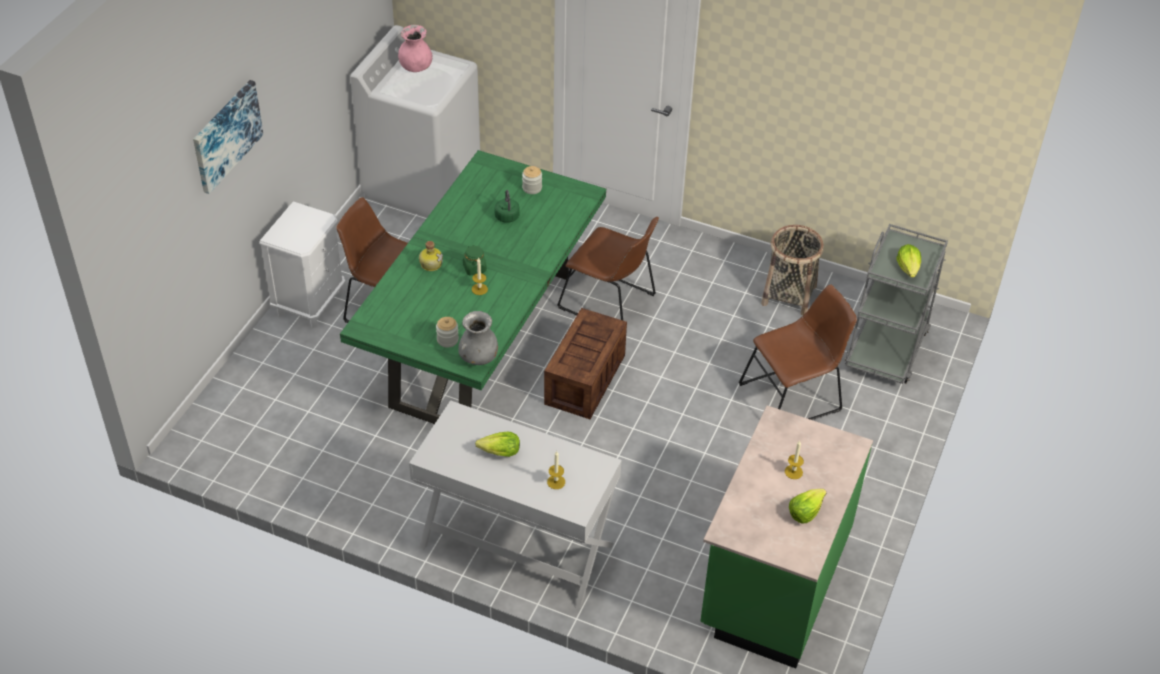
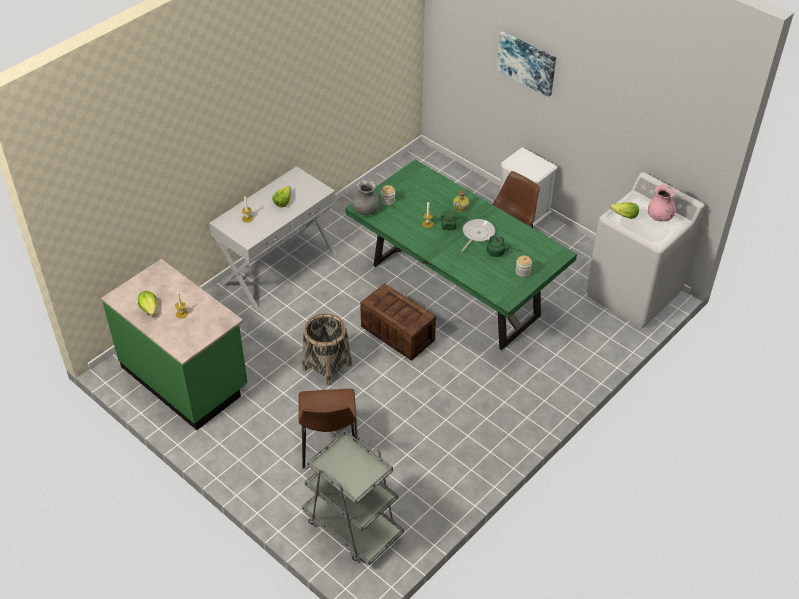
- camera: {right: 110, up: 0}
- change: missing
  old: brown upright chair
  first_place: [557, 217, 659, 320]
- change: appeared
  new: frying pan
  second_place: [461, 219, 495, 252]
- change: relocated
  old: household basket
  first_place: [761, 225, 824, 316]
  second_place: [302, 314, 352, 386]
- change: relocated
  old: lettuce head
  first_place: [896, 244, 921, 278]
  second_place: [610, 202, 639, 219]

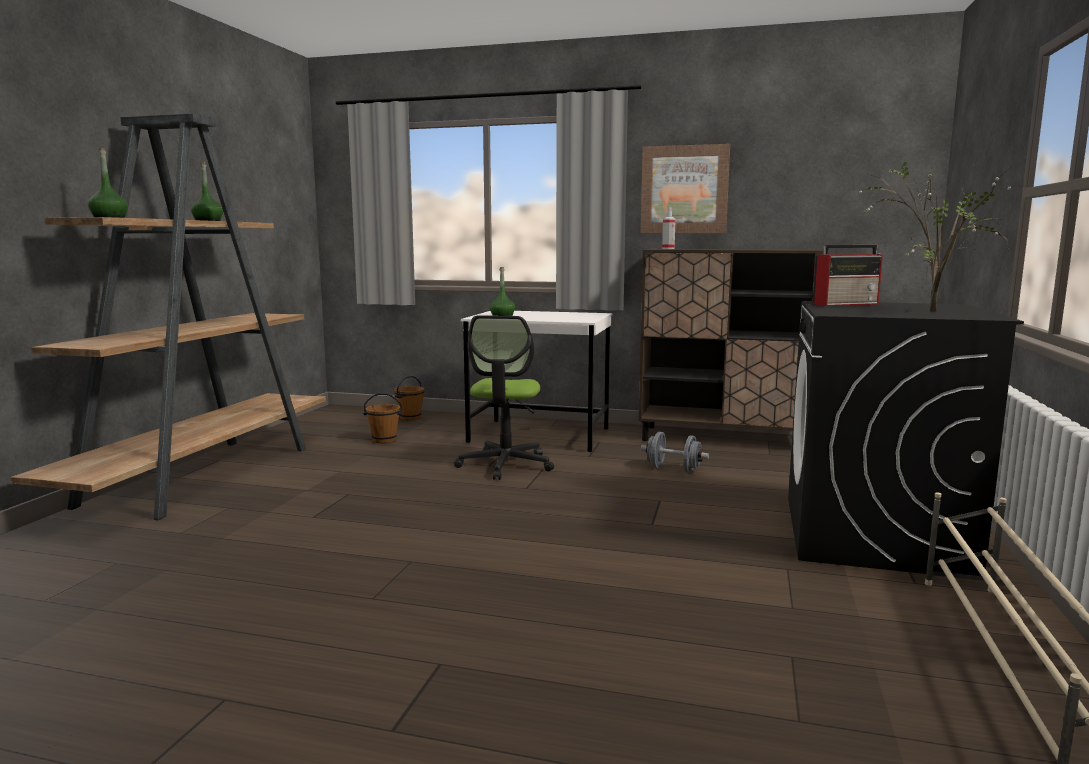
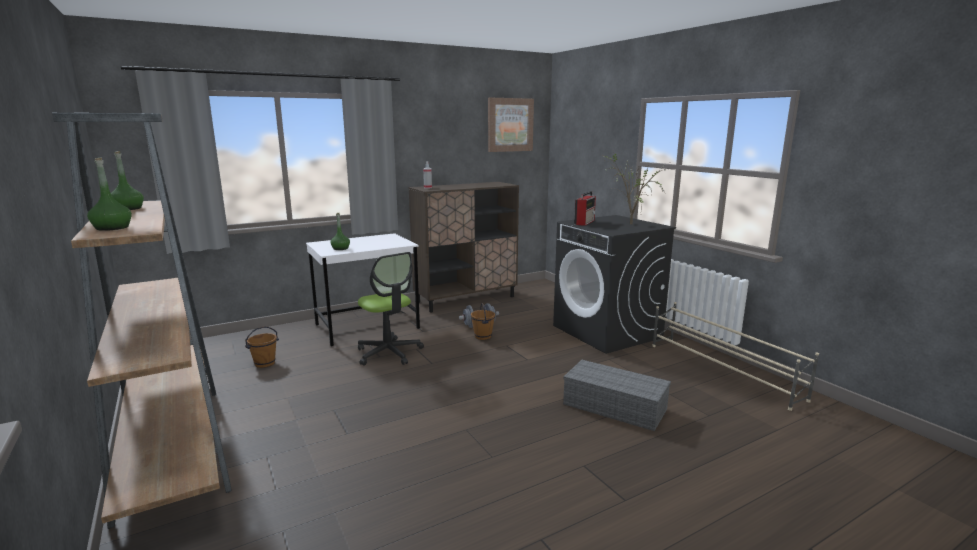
- camera: {right: -45, up: 5}
- change: appeared
  new: gray storage container
  second_place: [563, 360, 671, 431]
- change: relocated
  old: brown water bucket
  first_place: [394, 376, 424, 421]
  second_place: [471, 303, 495, 340]
- change: relocated
  old: wall picture
  first_place: [640, 144, 730, 233]
  second_place: [488, 98, 534, 152]

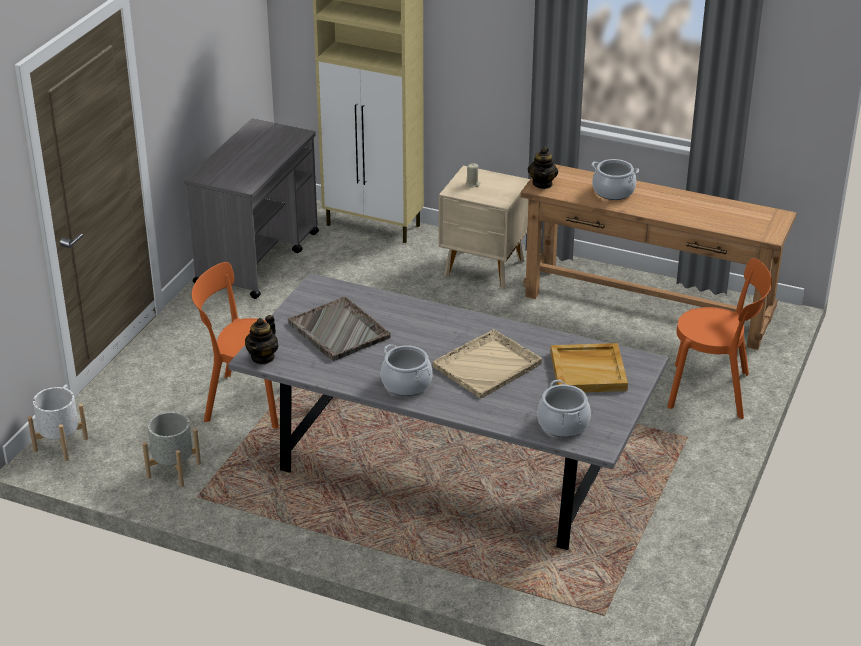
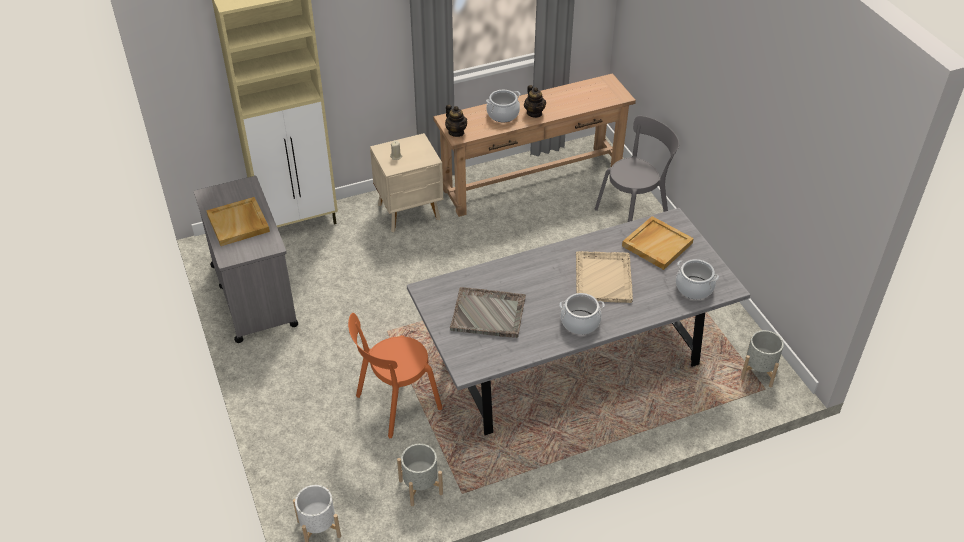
- camera: {right: -45, up: 10}
- change: appeared
  new: sand-coloured tray
  second_place: [206, 197, 270, 246]
- change: appeared
  new: gray flower pot
  second_place: [741, 330, 784, 387]
- change: relocated
  old: tea pot
  first_place: [245, 315, 278, 364]
  second_place: [524, 85, 546, 118]
- change: colour
  old: orange-coloured upright chair
  new: gray upright chair
  first_place: [667, 258, 772, 419]
  second_place: [595, 116, 679, 222]

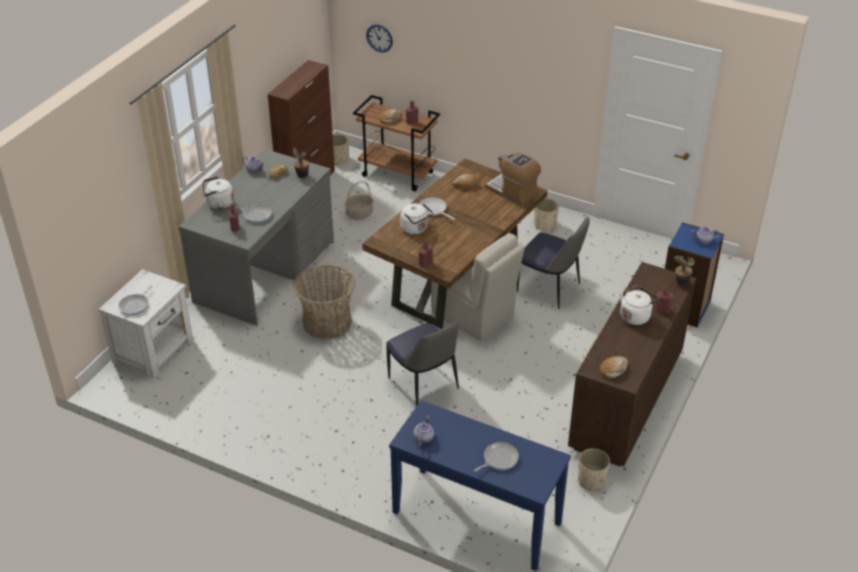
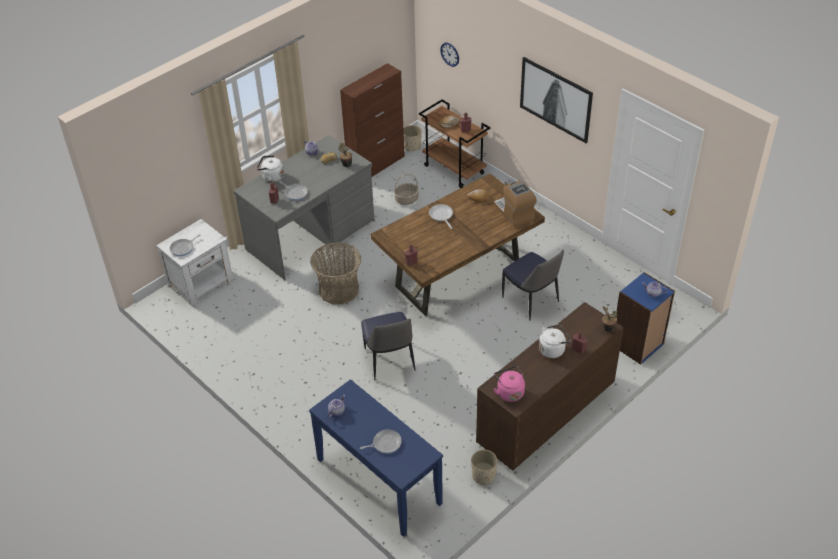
- camera: {right: 20, up: 5}
- change: missing
  old: white water kettle
  first_place: [400, 203, 433, 234]
- change: missing
  old: sand-coloured upright chair
  first_place: [431, 233, 525, 342]
- change: missing
  old: sand-coloured flower pot
  first_place: [534, 198, 559, 231]
- change: appeared
  new: wall picture
  second_place: [520, 57, 593, 143]
- change: exchanged
  old: baked bread
  new: pinkish water kettle
  first_place: [600, 356, 628, 378]
  second_place: [494, 366, 525, 402]

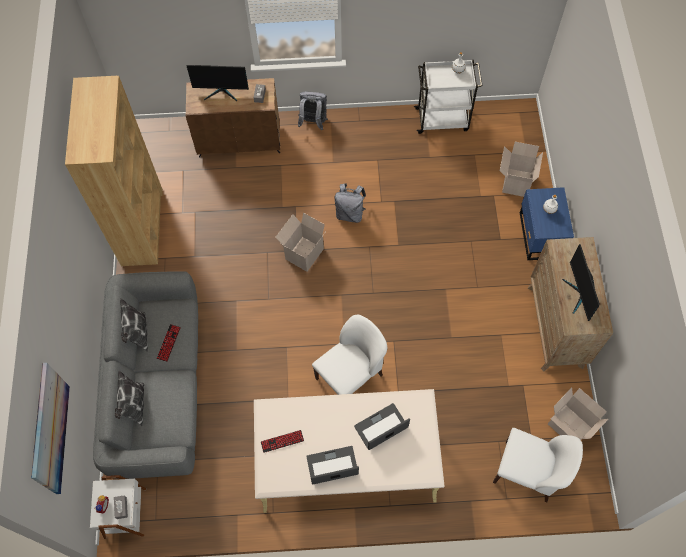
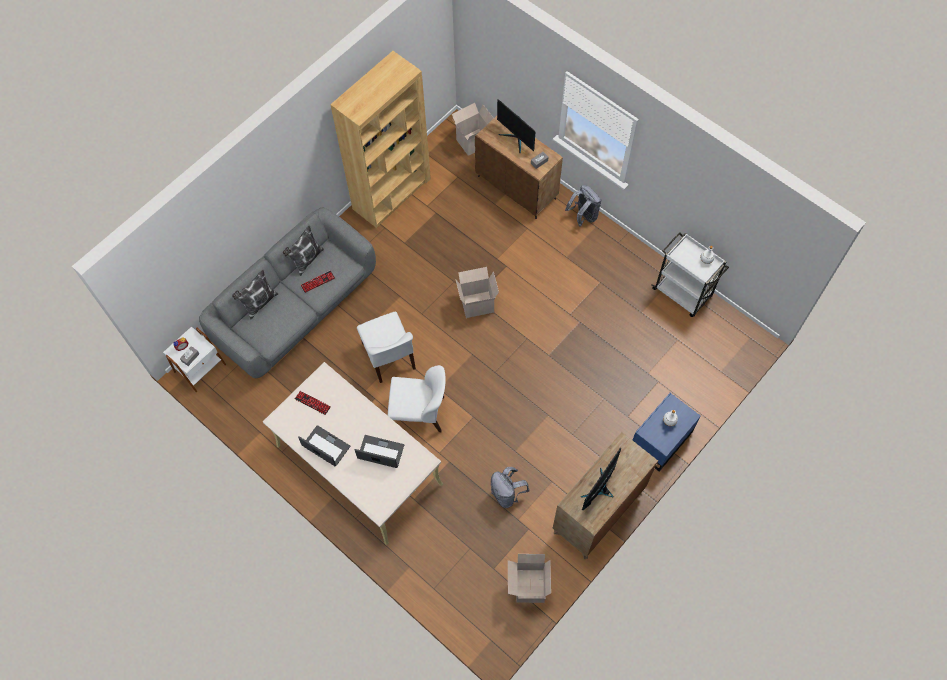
- camera: {right: 45, up: 0}
- change: missing
  old: wall picture
  first_place: [31, 363, 70, 494]
- change: relocated
  old: gray knapsack
  first_place: [335, 183, 366, 223]
  second_place: [491, 467, 530, 508]
- change: relocated
  old: white upright chair
  first_place: [493, 428, 583, 502]
  second_place: [357, 311, 416, 383]
- change: relocated
  old: cardboard box
  first_place: [500, 142, 543, 197]
  second_place: [452, 103, 494, 156]

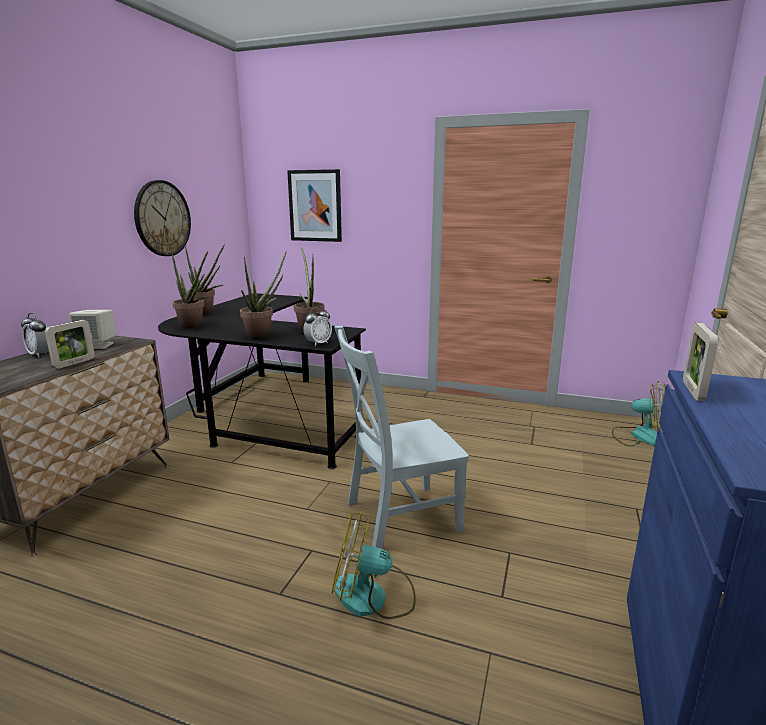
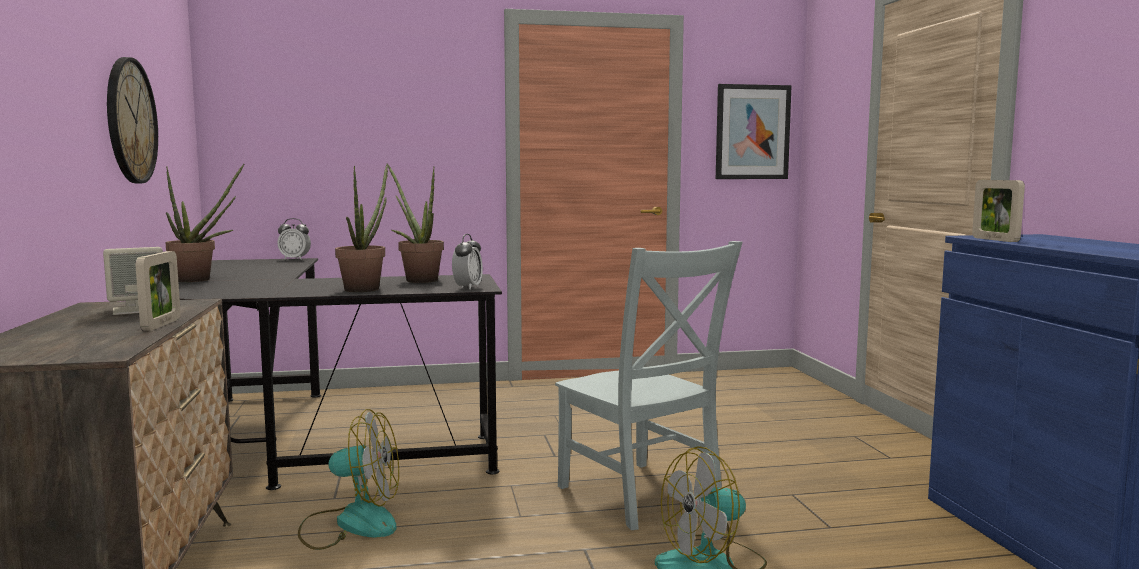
- camera: {right: -30, up: -10}
- change: missing
  old: houseplant
  first_place: [171, 251, 210, 329]
- change: relocated
  old: bedside clock
  first_place: [21, 313, 49, 357]
  second_place: [278, 218, 311, 260]
- change: relocated
  old: wall picture
  first_place: [287, 169, 342, 242]
  second_place: [716, 84, 792, 179]
- change: relocated
  old: fan
  first_place: [612, 381, 666, 446]
  second_place: [298, 409, 399, 550]
- change: spun
  old: gray upright chair
  first_place: [334, 326, 469, 549]
  second_place: [555, 241, 742, 530]
  degrees: -75

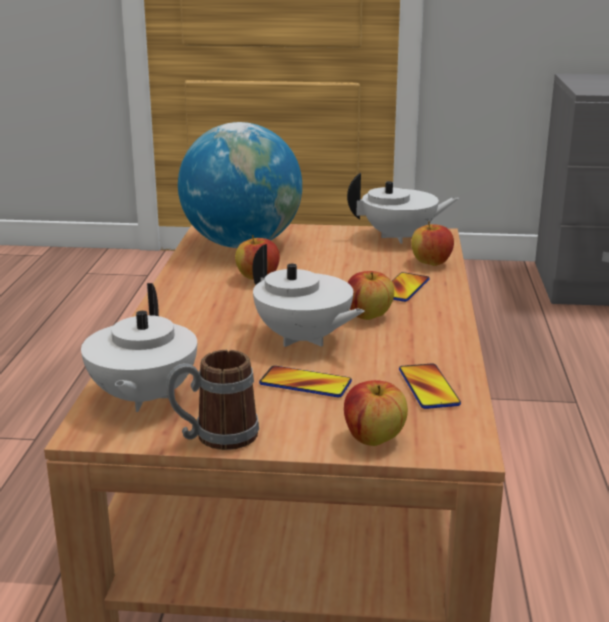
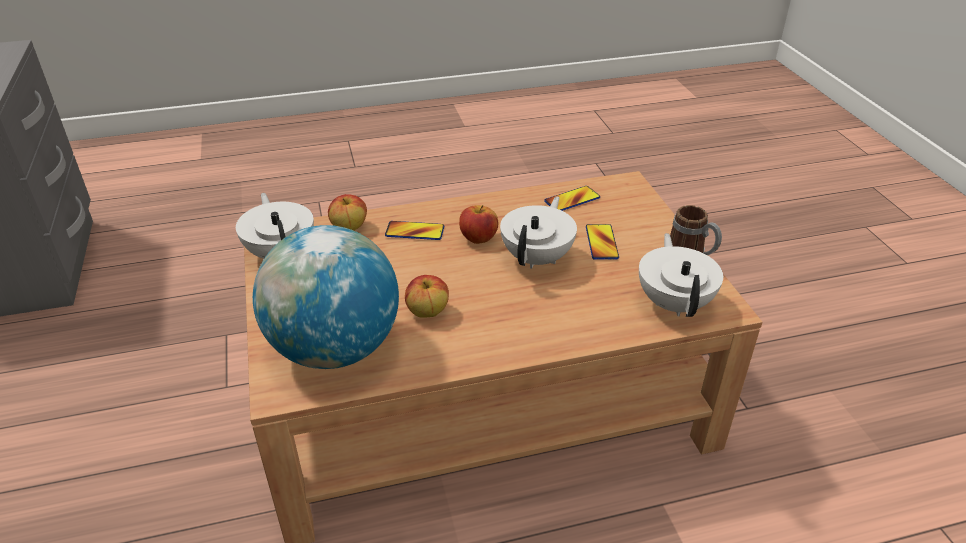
- camera: {right: -110, up: 15}
- change: missing
  old: apple
  first_place: [344, 380, 408, 446]
- change: spun
  old: white tea pot
  first_place: [81, 283, 197, 412]
  second_place: [639, 233, 723, 317]
  degrees: -75

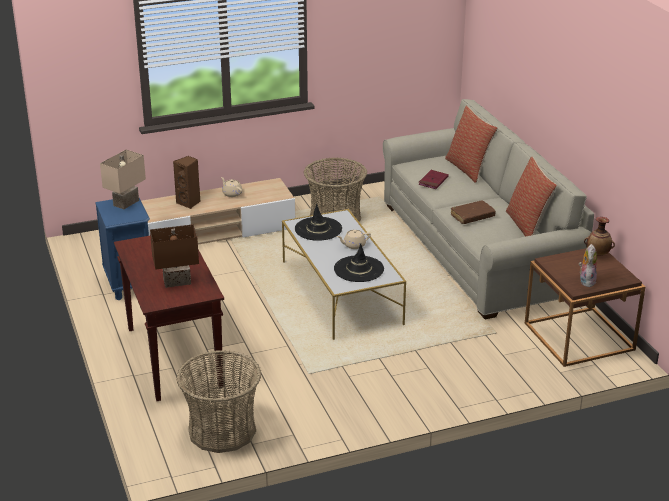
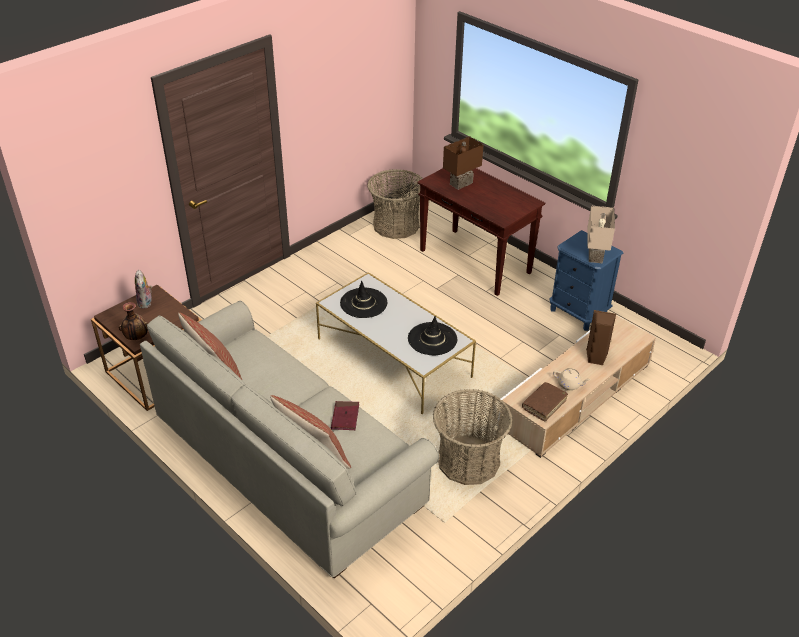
- camera: {right: 155, up: 10}
- change: missing
  old: sand-coloured tea pot
  first_place: [337, 230, 371, 249]
- change: relocated
  old: brown bound book
  first_place: [451, 200, 496, 224]
  second_place: [522, 382, 568, 422]

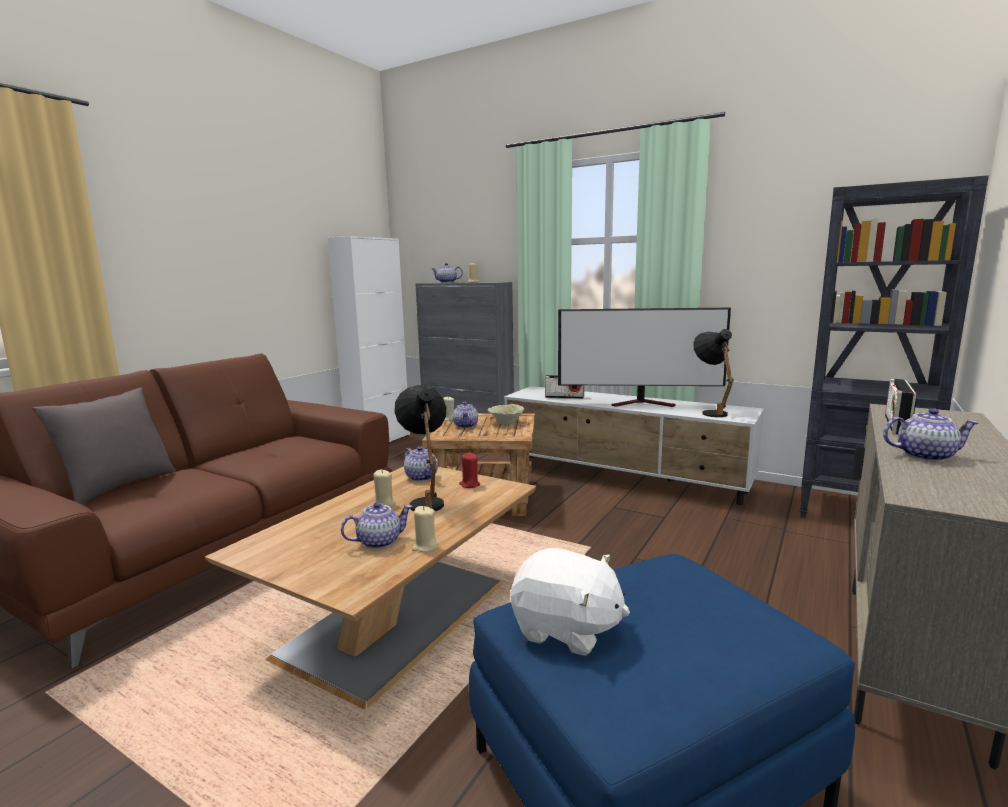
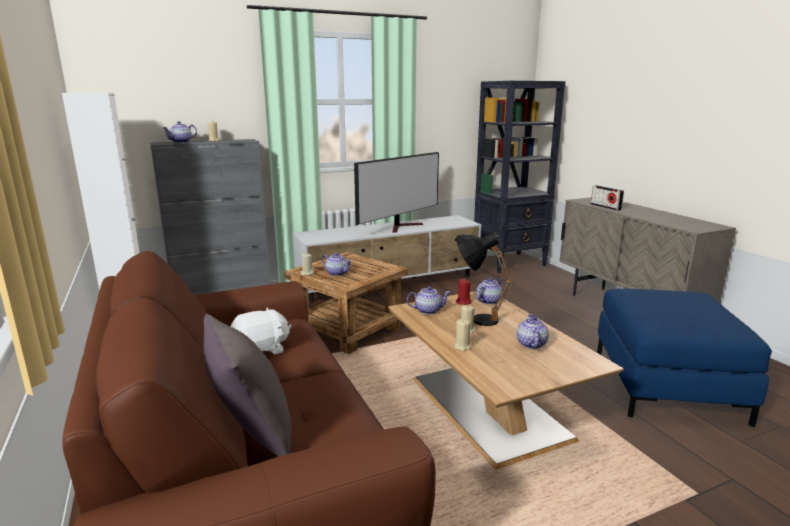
- camera: {right: -55, up: 5}
- change: missing
  old: sand-coloured deep dish
  first_place: [488, 404, 524, 425]
- change: missing
  old: radio set
  first_place: [545, 375, 584, 399]
- change: missing
  old: blackish table lamp
  first_place: [693, 329, 734, 417]
- change: relocated
  old: sand-coloured wax light
  first_place: [412, 506, 439, 552]
  second_place: [454, 319, 472, 351]
- change: relocated
  old: white soft toy
  first_place: [511, 548, 630, 656]
  second_place: [231, 307, 292, 354]
- change: relocated
  old: tea pot
  first_place: [883, 408, 979, 462]
  second_place: [477, 278, 503, 305]

